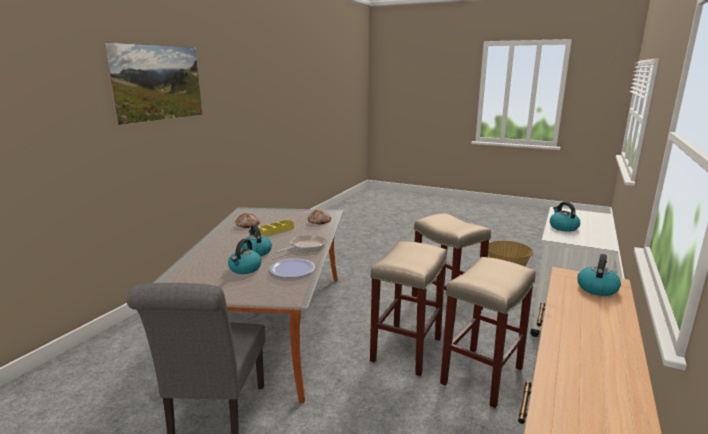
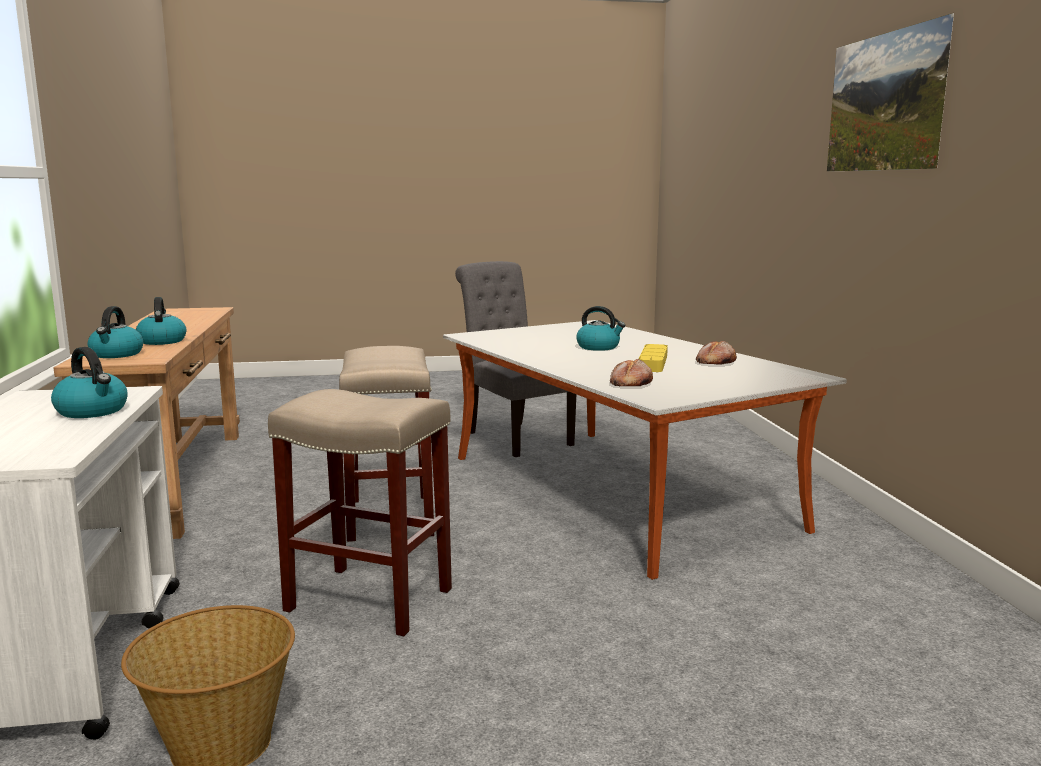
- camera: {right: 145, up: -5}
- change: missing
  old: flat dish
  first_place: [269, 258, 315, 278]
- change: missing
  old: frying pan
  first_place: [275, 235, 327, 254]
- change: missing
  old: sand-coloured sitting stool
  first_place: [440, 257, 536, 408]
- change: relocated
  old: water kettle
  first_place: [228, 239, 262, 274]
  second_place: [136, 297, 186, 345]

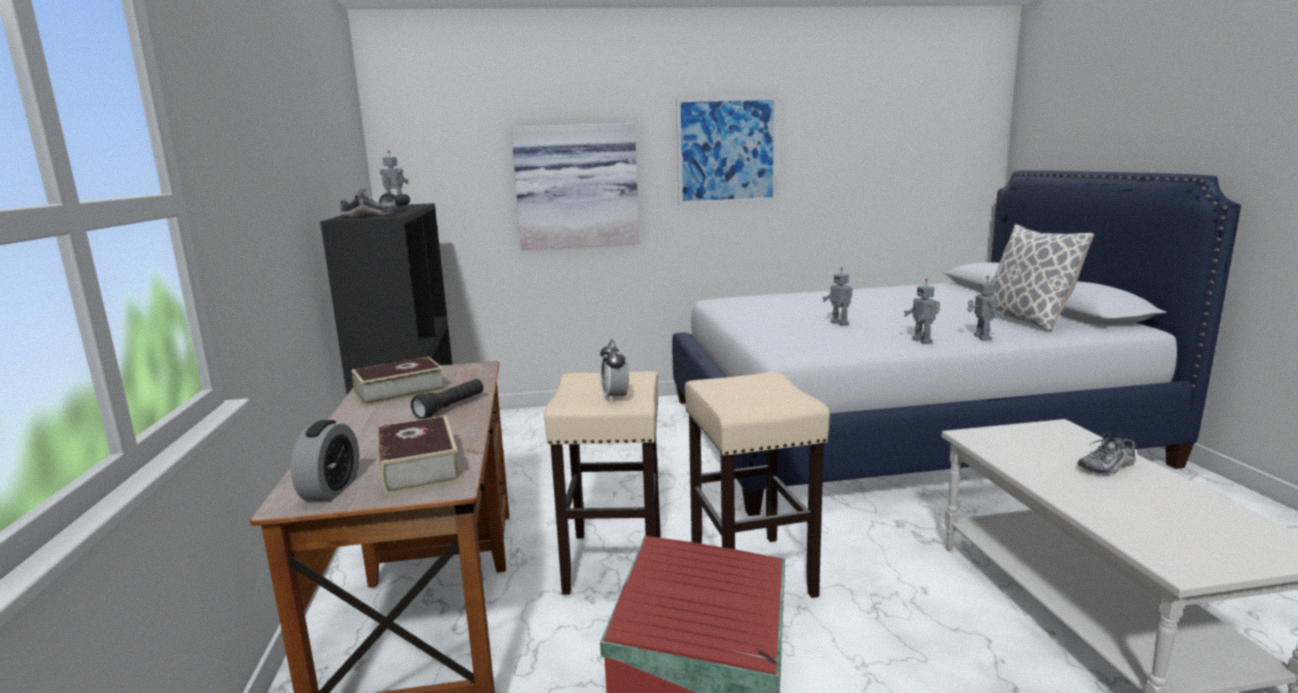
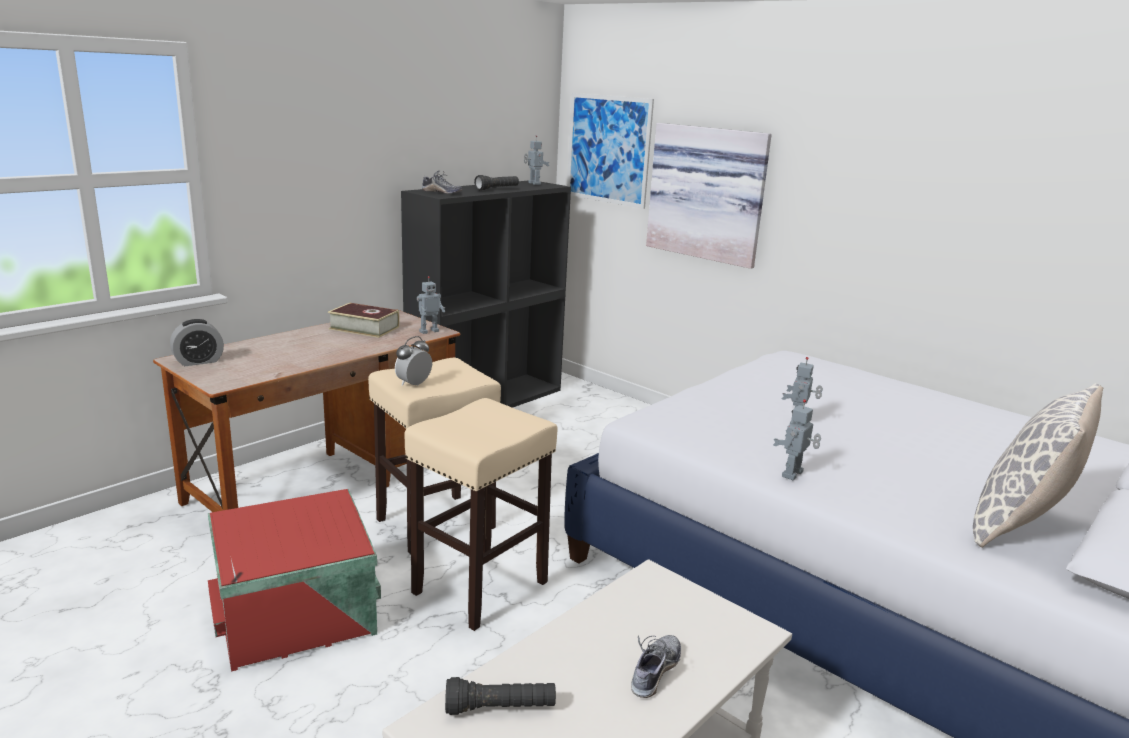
- camera: {right: 50, up: 5}
- change: missing
  old: bound book
  first_place: [379, 415, 461, 495]
- change: relocated
  old: blackish hand torch
  first_place: [411, 379, 483, 419]
  second_place: [445, 677, 556, 715]
- change: relocated
  old: wall picture
  first_place: [676, 96, 778, 205]
  second_place: [567, 93, 654, 209]
- change: relocated
  old: toy robot
  first_place: [967, 276, 1005, 340]
  second_place: [417, 276, 445, 334]
- change: spun
  old: shoe
  first_place: [1077, 432, 1136, 476]
  second_place: [631, 635, 681, 698]
  degrees: 90

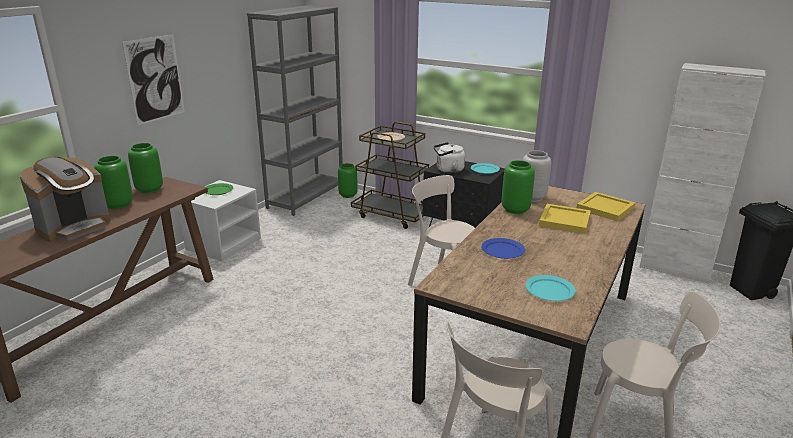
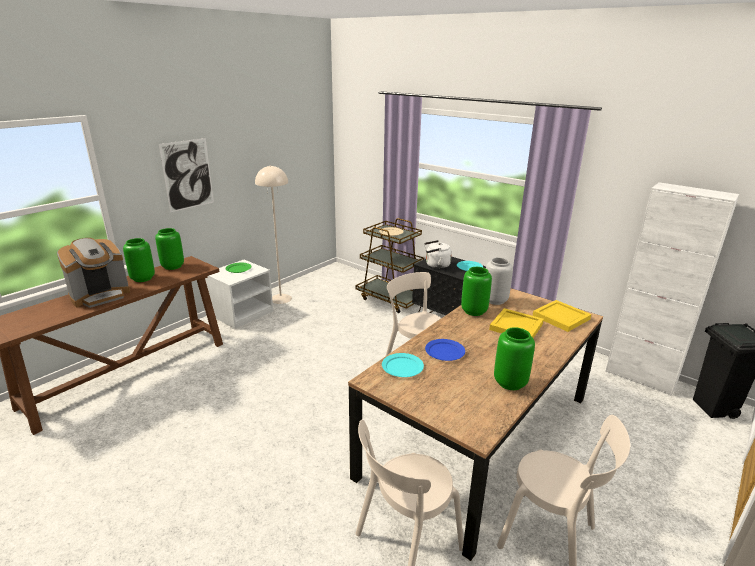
- camera: {right: 10, up: 0}
- change: missing
  old: gray bookshelf
  first_place: [247, 5, 343, 216]
- change: appeared
  new: sand-coloured standard lamp
  second_place: [255, 165, 292, 304]
- change: relocated
  old: green-coloured flower vase
  first_place: [338, 163, 357, 198]
  second_place: [494, 327, 535, 390]
- change: relocated
  old: turquoise-coloured flat dish
  first_place: [525, 275, 576, 301]
  second_place: [382, 353, 424, 377]

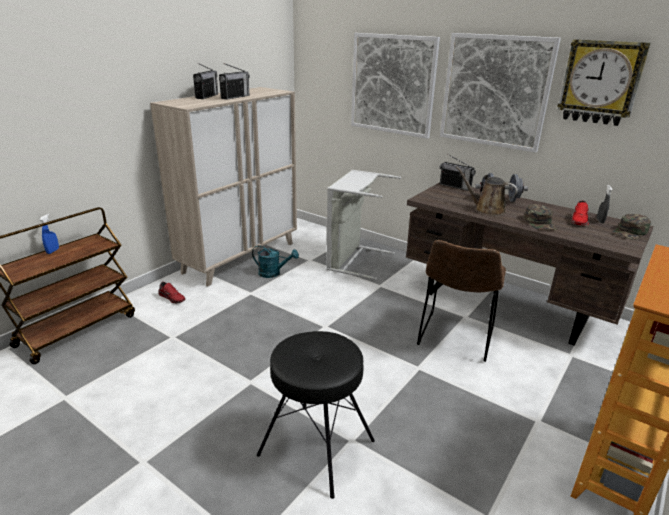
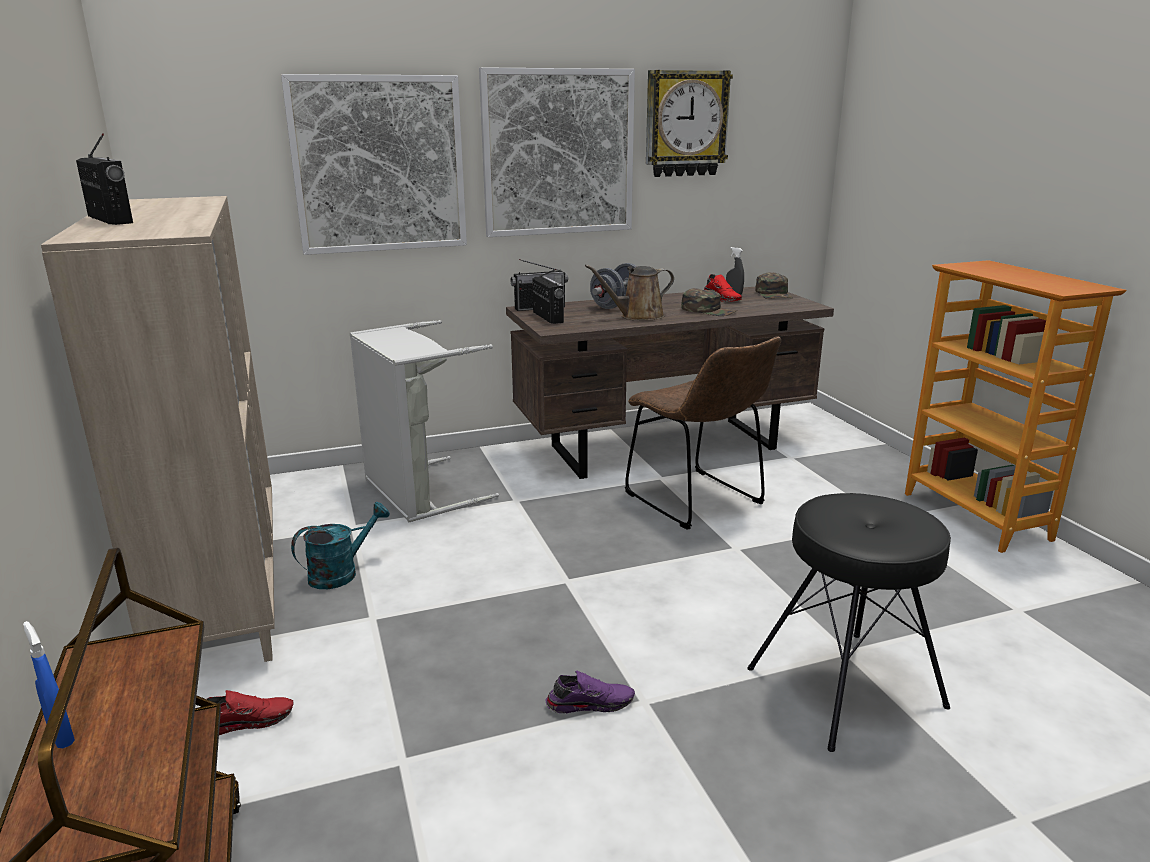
- camera: {right: -55, up: -5}
- change: appeared
  new: purple shoe
  second_place: [545, 671, 635, 713]
- change: relocated
  old: radio set
  first_place: [219, 63, 250, 100]
  second_place: [532, 269, 564, 324]

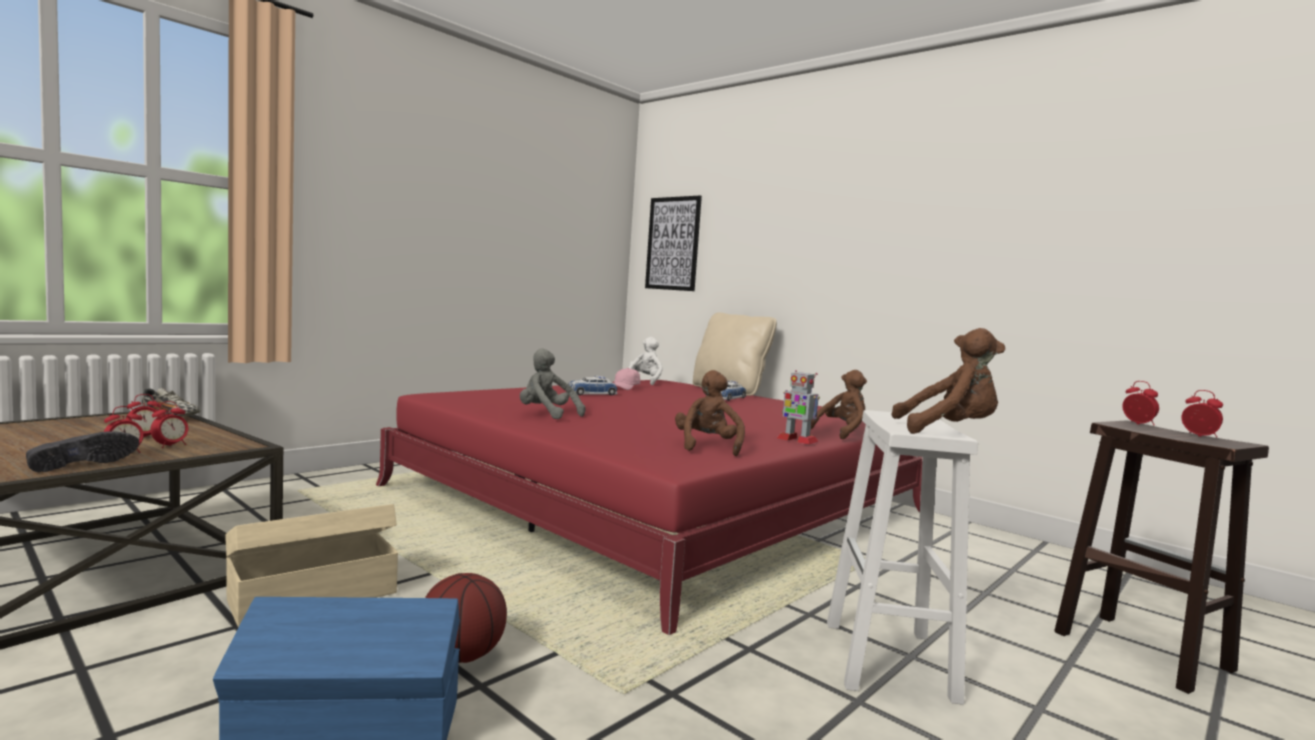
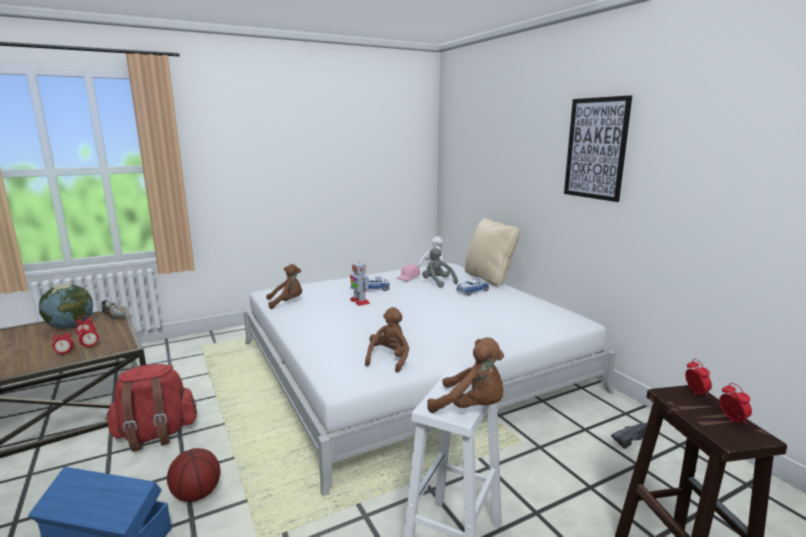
- camera: {right: 20, up: 10}
- change: appeared
  new: globe
  second_place: [39, 284, 93, 329]
- change: relocated
  old: blackish shoe
  first_place: [26, 431, 139, 472]
  second_place: [611, 423, 647, 449]
- change: relocated
  old: gray soft toy
  first_place: [520, 348, 586, 419]
  second_place: [422, 247, 458, 288]
- change: relocated
  old: wall picture
  first_place: [645, 195, 702, 291]
  second_place: [564, 95, 632, 202]
- change: relocated
  old: toy robot
  first_place: [777, 370, 820, 445]
  second_place: [350, 262, 370, 306]
- change: relocated
  old: brown soft toy
  first_place: [811, 370, 867, 439]
  second_place: [266, 264, 302, 309]
- change: exchanged
  old: sand-coloured storage container
  new: reddish knapsack
  first_place: [225, 504, 398, 627]
  second_place: [105, 364, 197, 452]
- change: colour
  old: reddish sleeping bed
  new: white sleeping bed
  first_place: [376, 380, 923, 635]
  second_place: [244, 263, 616, 496]

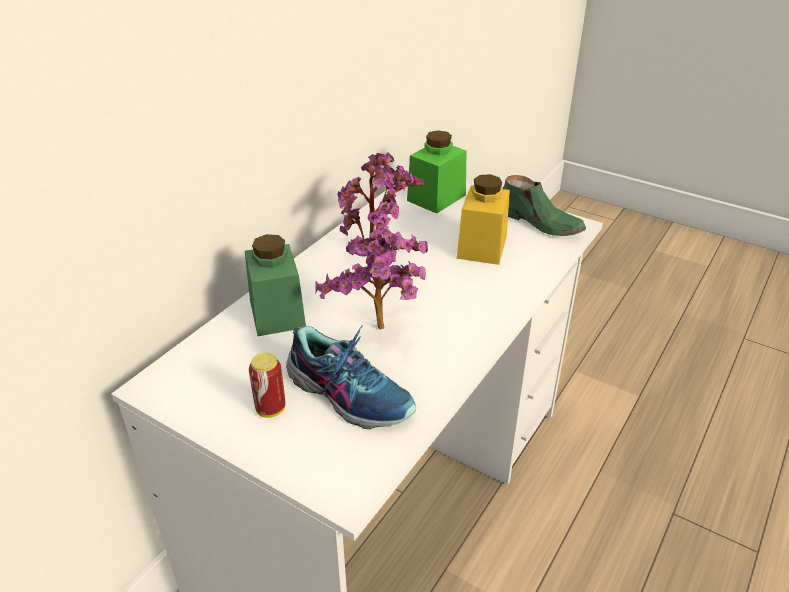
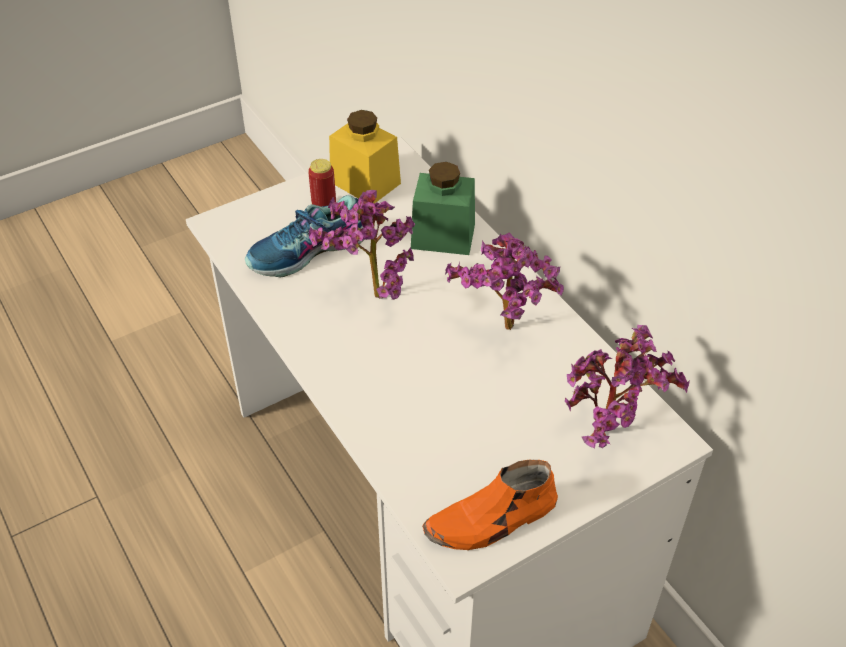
- camera: {right: 115, up: 10}
- change: relocated
  old: yellow-coloured storage jar
  first_place: [457, 174, 510, 265]
  second_place: [329, 110, 401, 204]
- change: exchanged
  old: green-coloured storage jar
  new: houseplant
  first_place: [407, 130, 466, 214]
  second_place: [565, 325, 690, 449]
- change: colour
  old: green-coloured shoe
  new: orange-coloured shoe
  first_place: [502, 175, 586, 236]
  second_place: [422, 460, 558, 550]

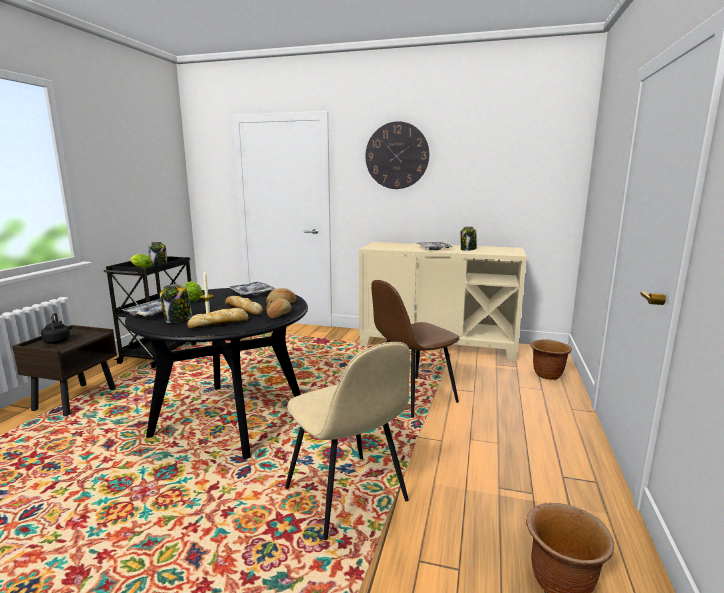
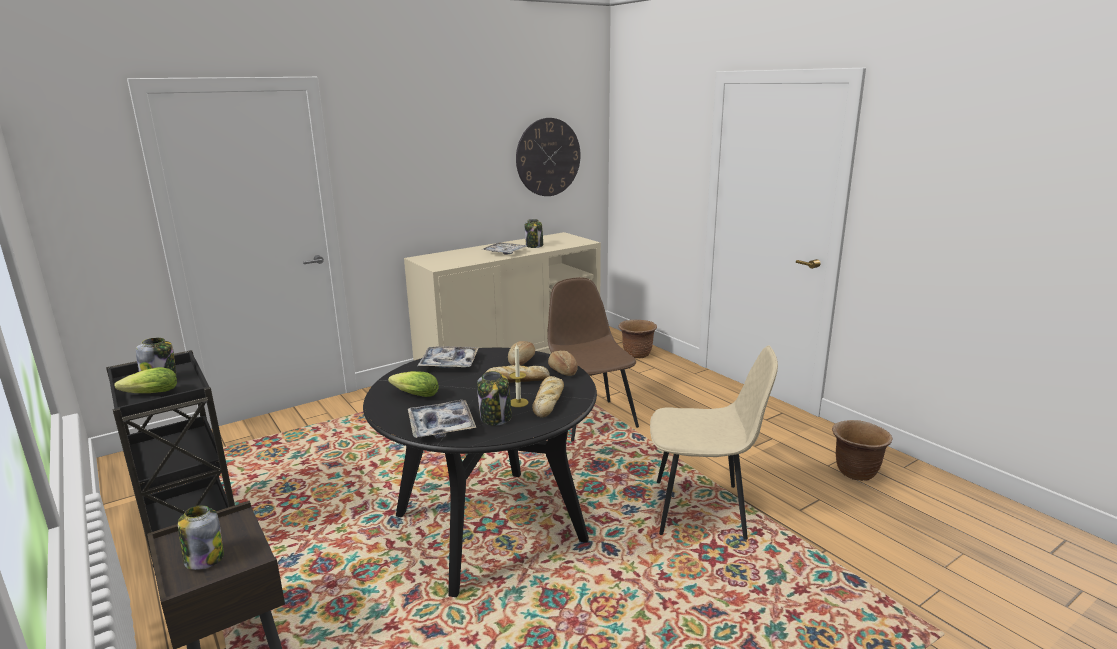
- camera: {right: -50, up: 5}
- change: relocated
  old: clock on the wall
  first_place: [365, 121, 429, 189]
  second_place: [516, 118, 581, 196]
- change: exchanged
  old: blackish water kettle
  new: storage jar
  first_place: [41, 313, 70, 344]
  second_place: [178, 505, 224, 570]
- change: spun
  old: brown upright chair
  first_place: [371, 280, 460, 418]
  second_place: [547, 277, 639, 442]
  degrees: 150

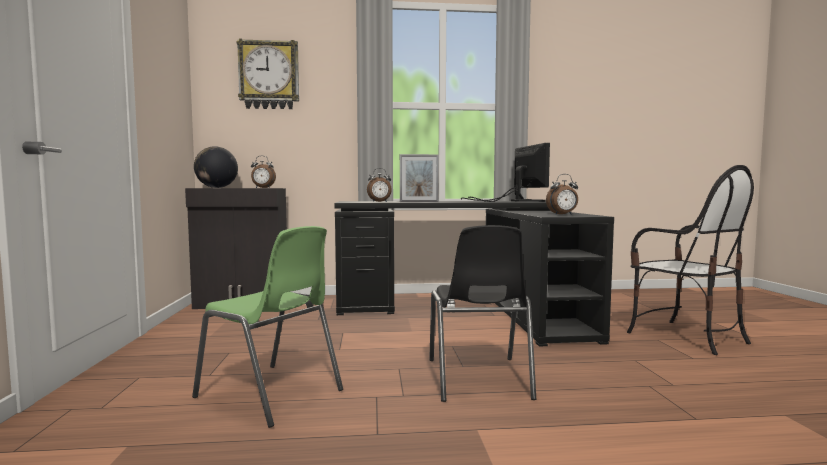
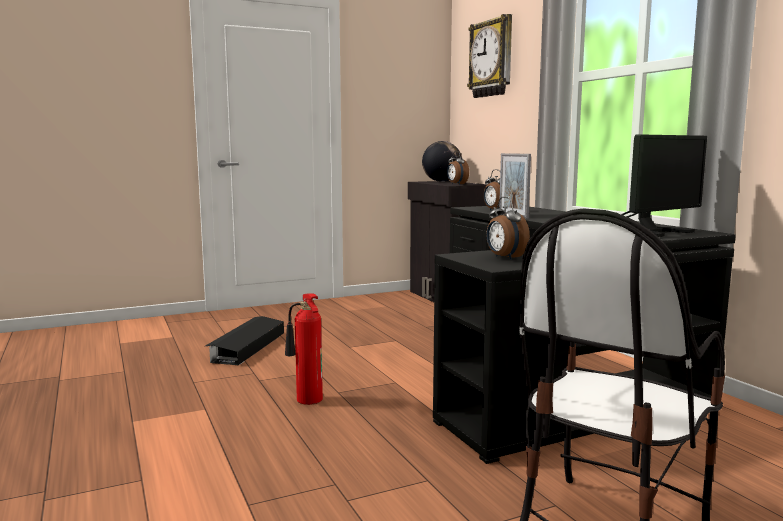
- camera: {right: 70, up: 5}
- change: exchanged
  old: green-coloured upright chair
  new: blackish storage container
  first_place: [192, 226, 343, 428]
  second_place: [204, 316, 284, 365]
- change: exchanged
  old: blackish upright chair
  new: extinguisher
  first_place: [429, 225, 536, 402]
  second_place: [285, 294, 323, 405]

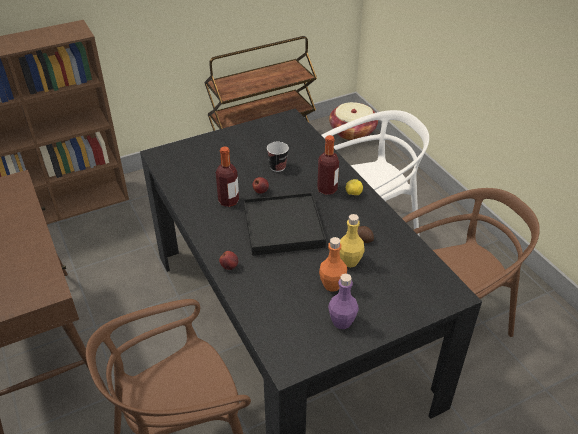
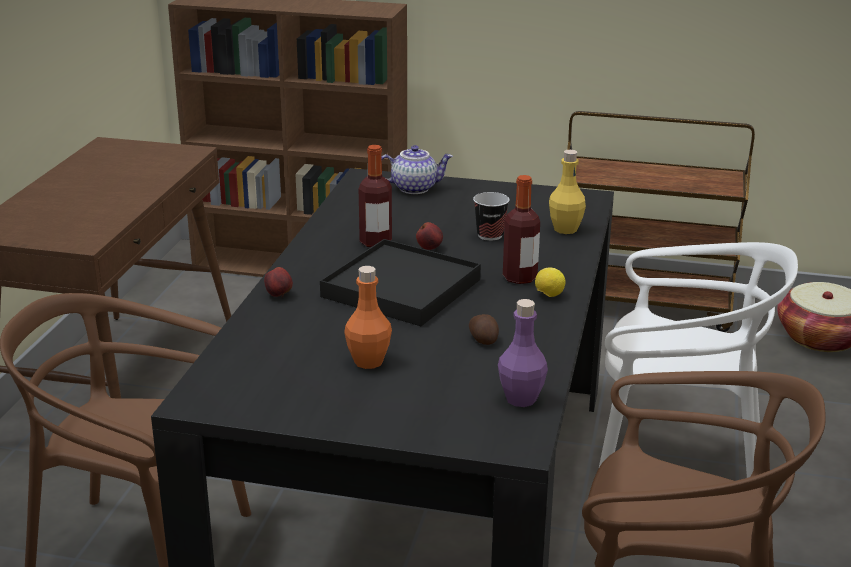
- camera: {right: 40, up: -15}
- change: appeared
  new: tea pot
  second_place: [381, 145, 453, 194]
- change: relocated
  old: purple drink bottle
  first_place: [328, 274, 359, 329]
  second_place: [498, 299, 548, 407]
- change: relocated
  old: yellow-coloured drink bottle
  first_place: [340, 214, 365, 268]
  second_place: [549, 150, 586, 234]

